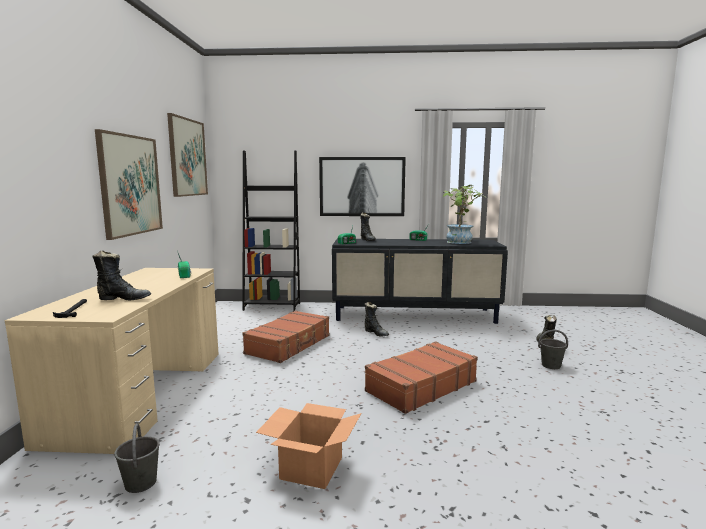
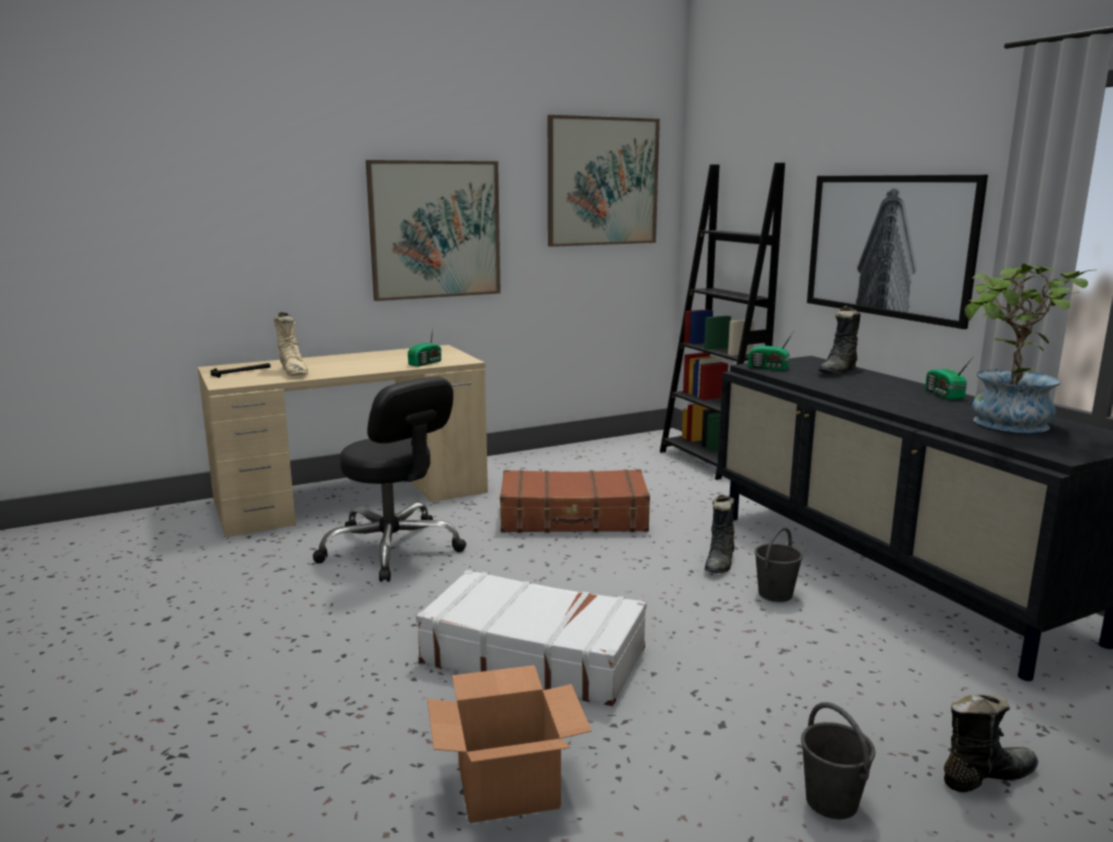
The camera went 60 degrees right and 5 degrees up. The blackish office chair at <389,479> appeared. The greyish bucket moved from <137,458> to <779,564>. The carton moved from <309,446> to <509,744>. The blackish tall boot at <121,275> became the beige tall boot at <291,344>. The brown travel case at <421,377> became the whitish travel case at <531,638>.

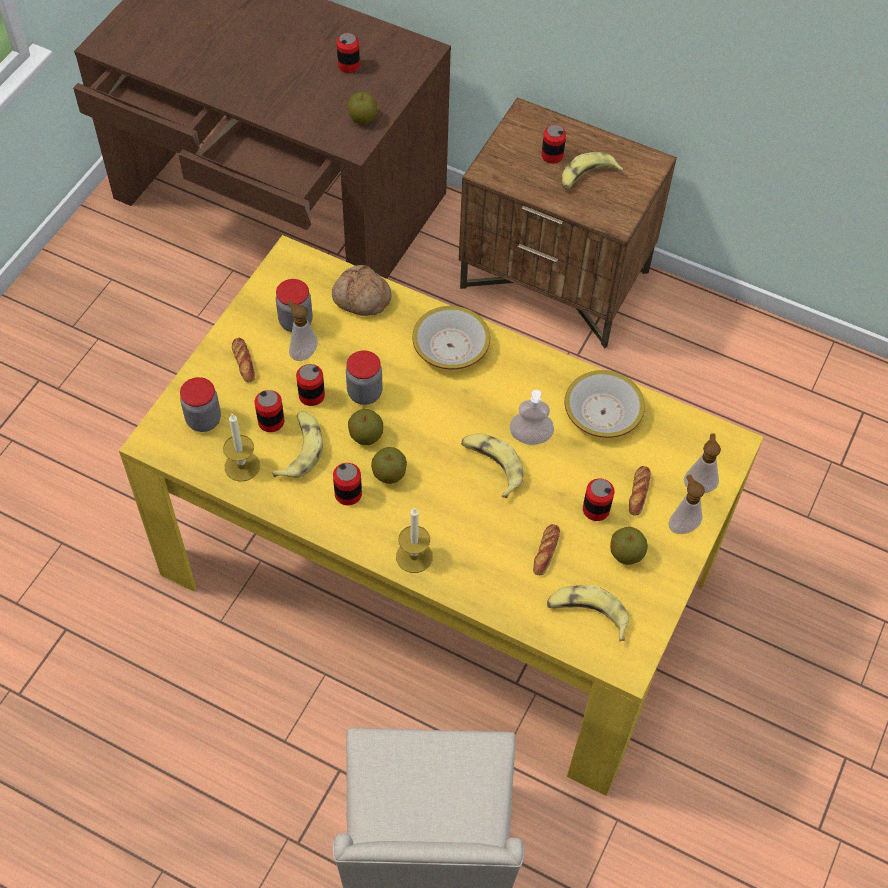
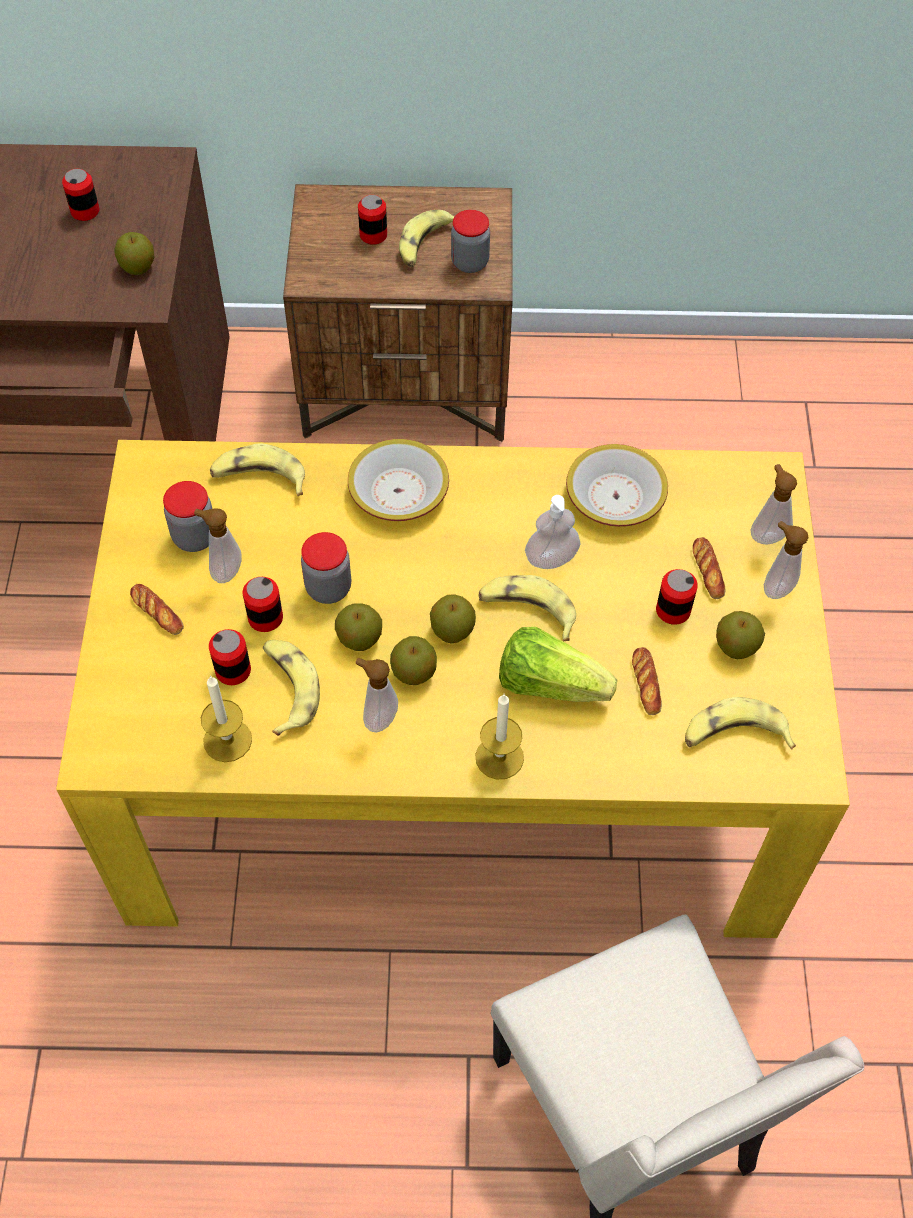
The camera went 25 degrees left and 0 degrees up. The apple fruit at <453,618> appeared. The lettuce head at <558,664> appeared. The jar moved from <200,404> to <470,241>. The bakery bread at <361,290> was replaced by the banana fruit at <257,470>. The metal can at <347,484> was replaced by the liquid soap bottle at <377,695>.

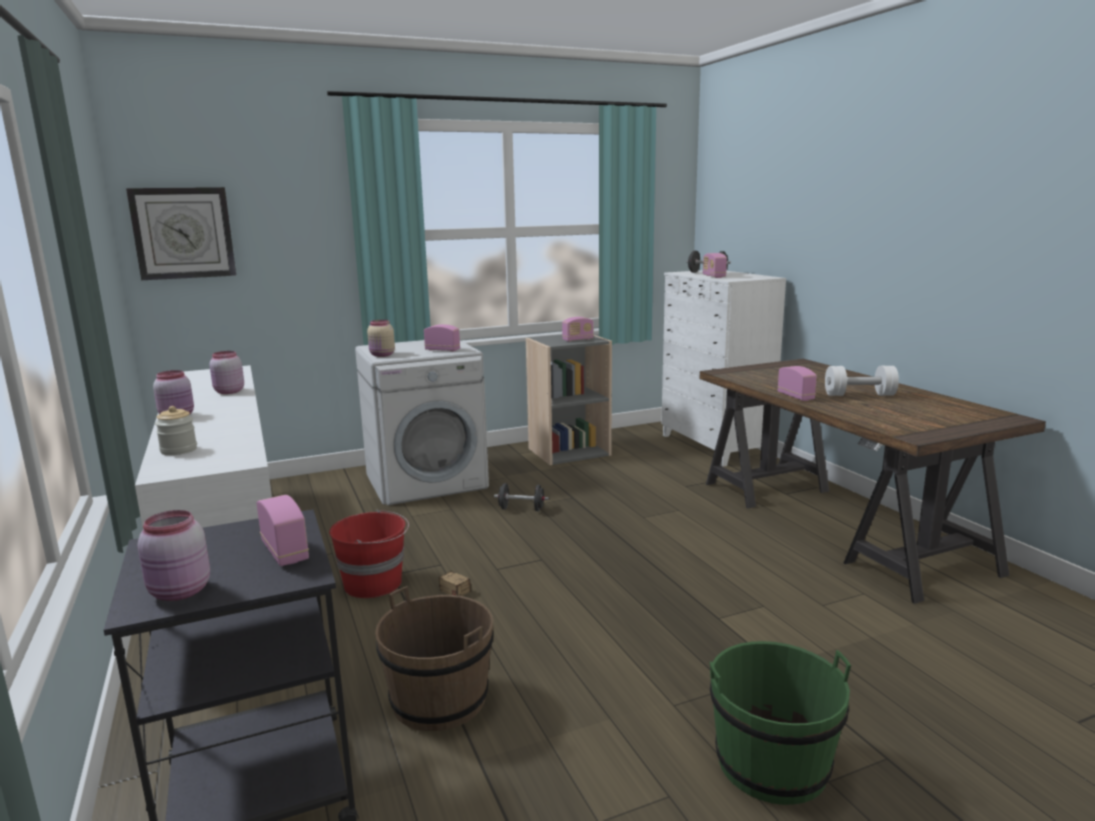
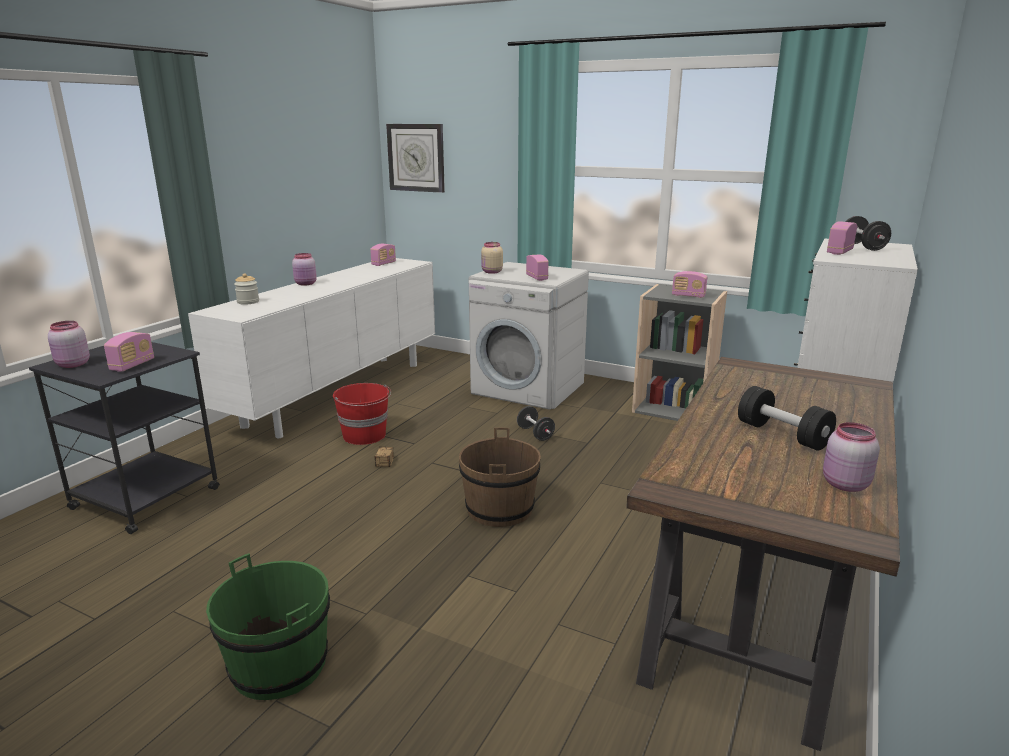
The camera went 50 degrees right and 5 degrees up. The pink jar moved from <226,372> to <851,457>. The brown bucket moved from <434,658> to <500,477>. The radio receiver moved from <797,383> to <383,255>. The whitish free weight at <862,381> became the blackish free weight at <787,418>.

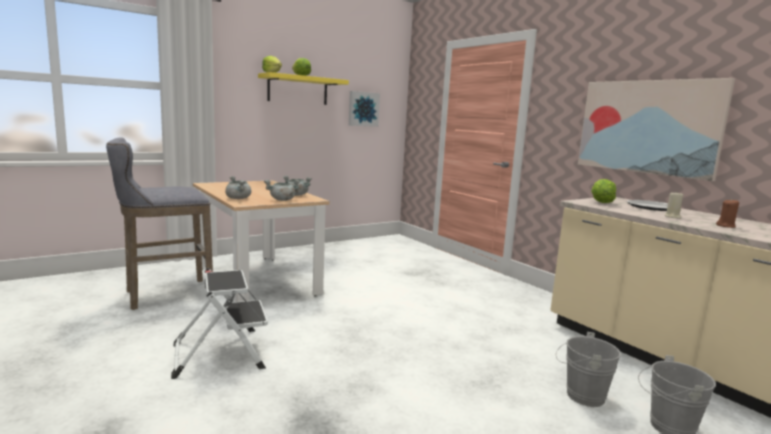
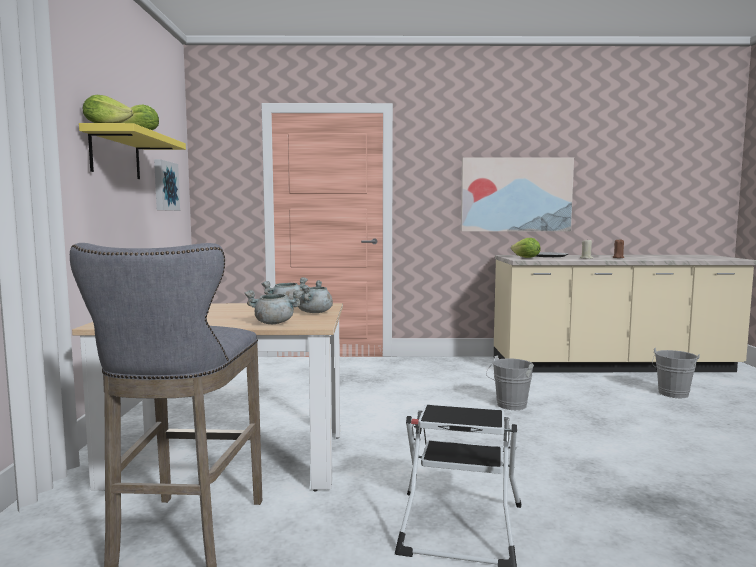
The camera went 55 degrees left and 5 degrees down. The greyish bucket moved from <588,369> to <510,383>.

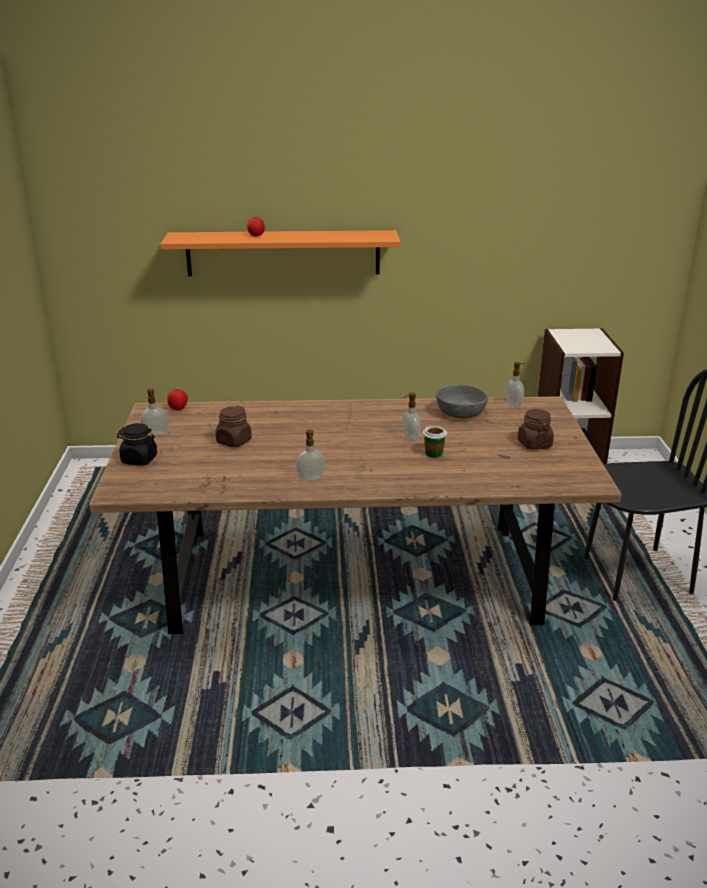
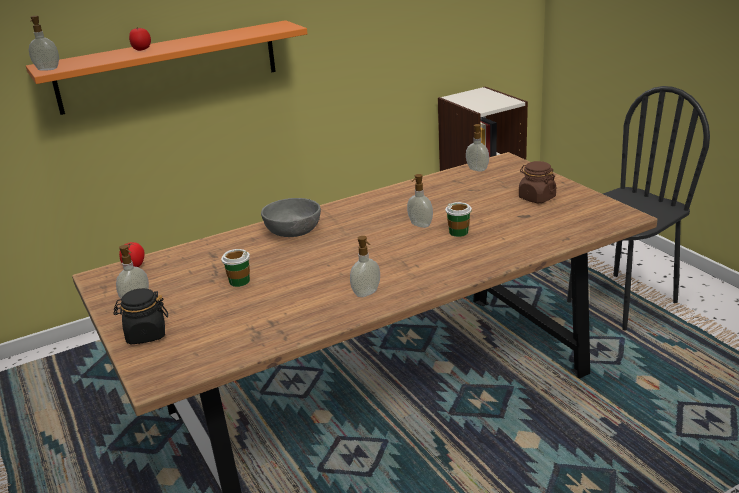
The camera went 25 degrees left and 0 degrees up. The liquid soap bottle at <44,43> appeared. The greyish bowl moved from <462,402> to <291,217>. The brown jar at <234,426> was replaced by the cup at <235,268>.

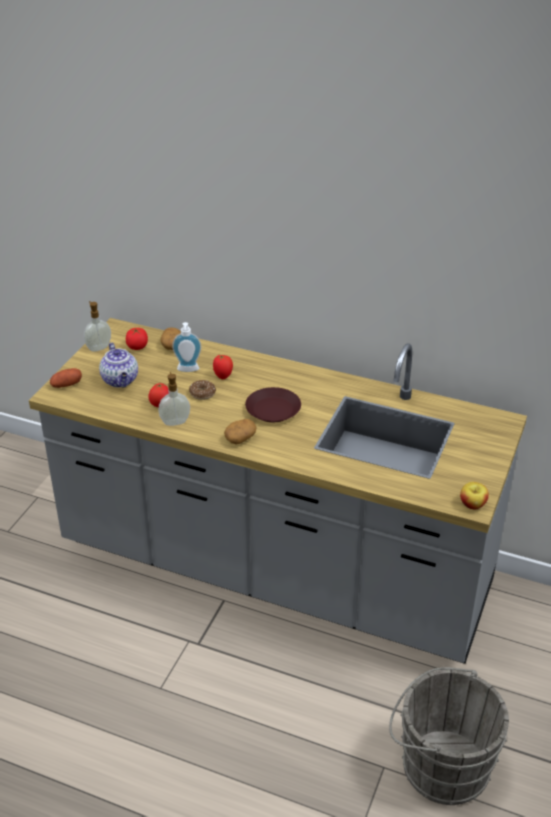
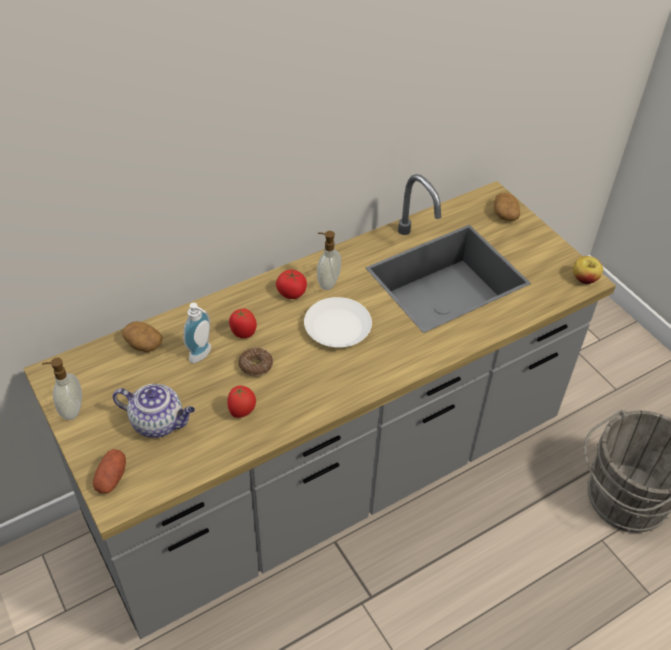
The camera went 55 degrees left and 10 degrees up. The whole tomato moved from <137,339> to <291,284>. The liquid soap bottle moved from <174,399> to <329,260>. The spud moved from <240,431> to <507,207>. The brown dinner plate at <273,404> became the whitish dinner plate at <338,322>.

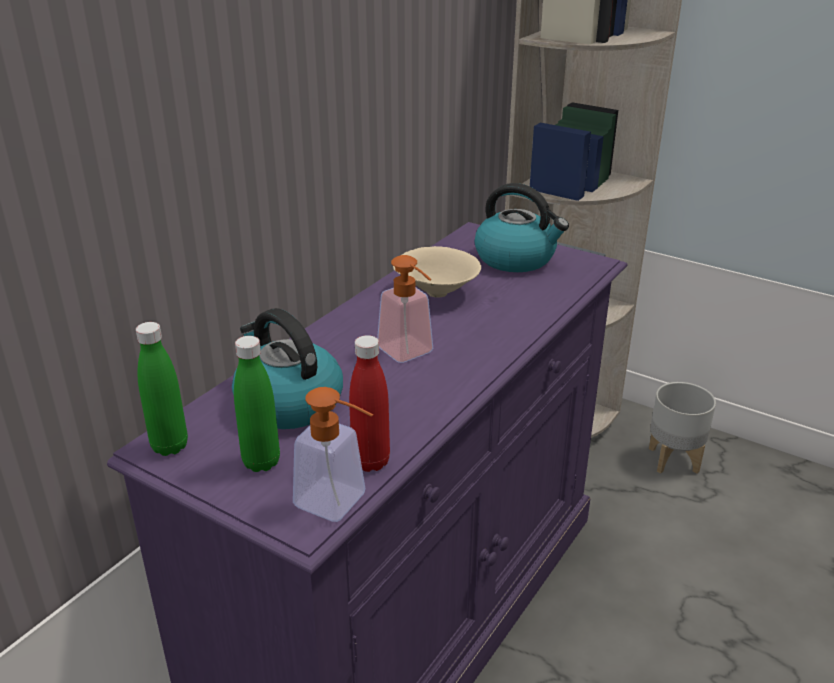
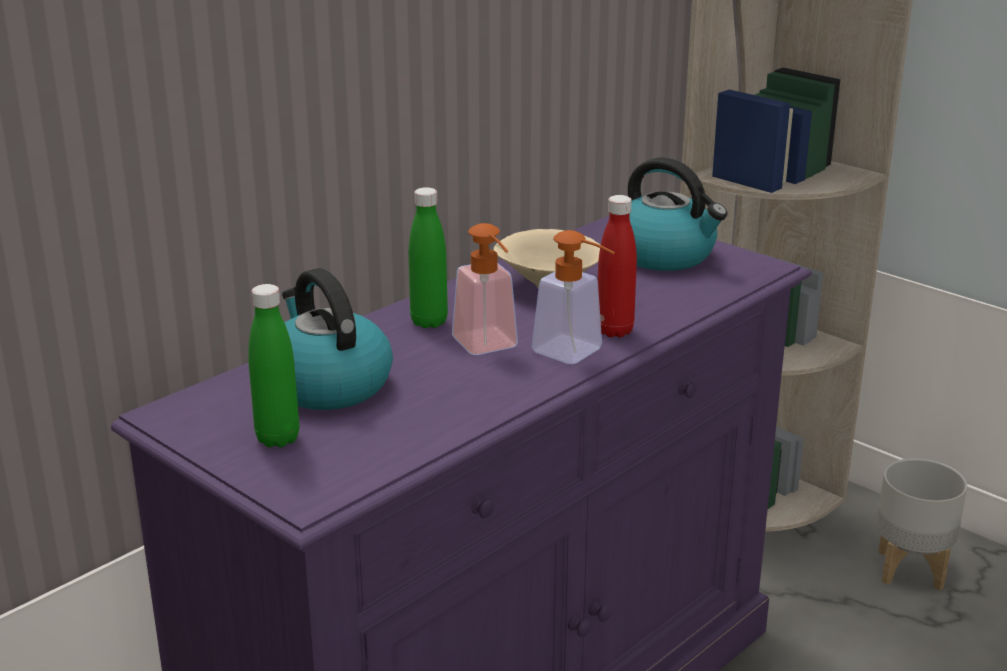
The camera went 10 degrees right and 5 degrees down. The green-coloured bottle moved from <162,389> to <428,257>. The liquid soap bottle moved from <333,454> to <573,297>. The reddish bottle moved from <369,403> to <617,266>.

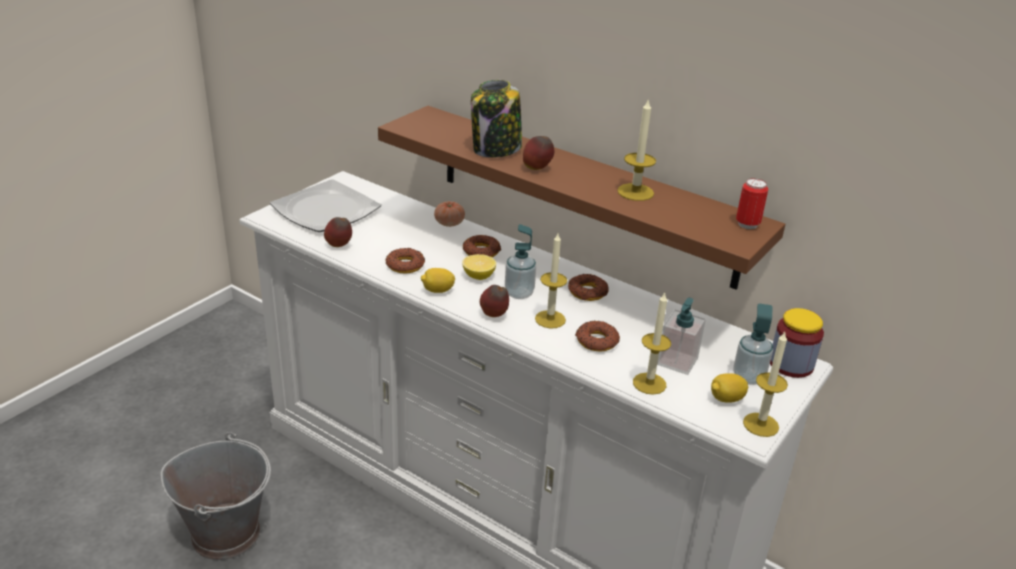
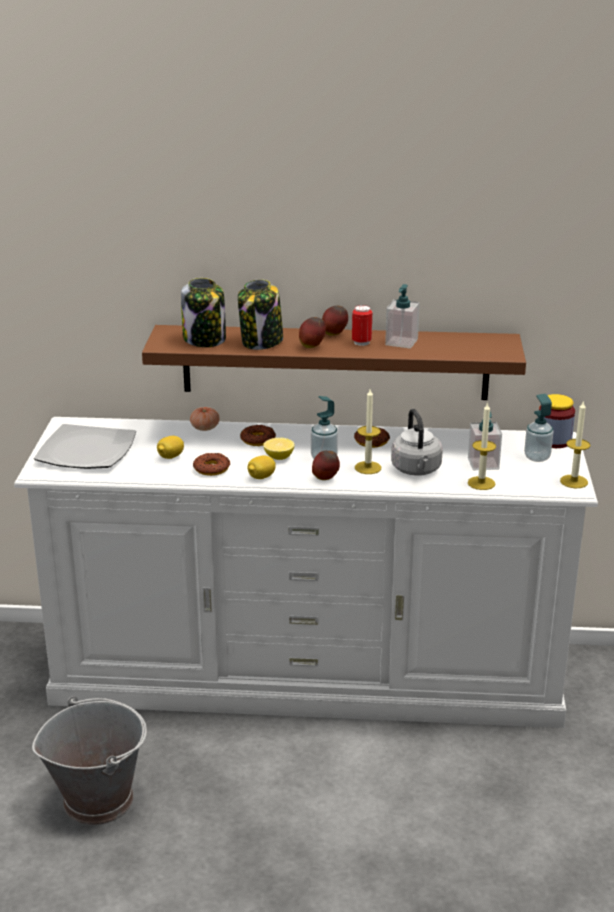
The camera went 30 degrees left and 5 degrees down. The jar at <203,312> appeared. The apple fruit moved from <338,232> to <335,321>. The citrus fruit moved from <729,388> to <170,447>. The metal can moved from <752,203> to <362,325>. The doughnut at <597,336> was replaced by the greyish tea kettle at <417,442>. The candle at <636,149> was replaced by the liquid soap bottle at <402,316>.

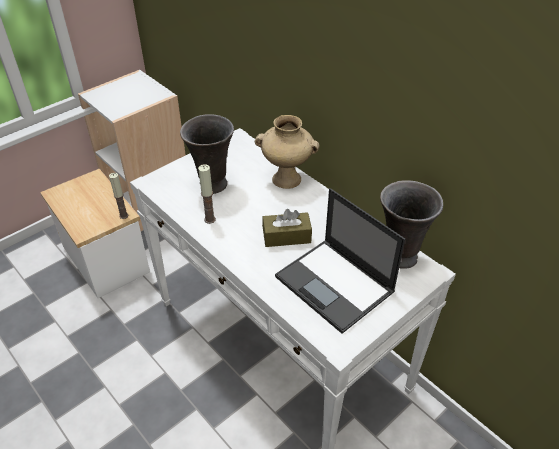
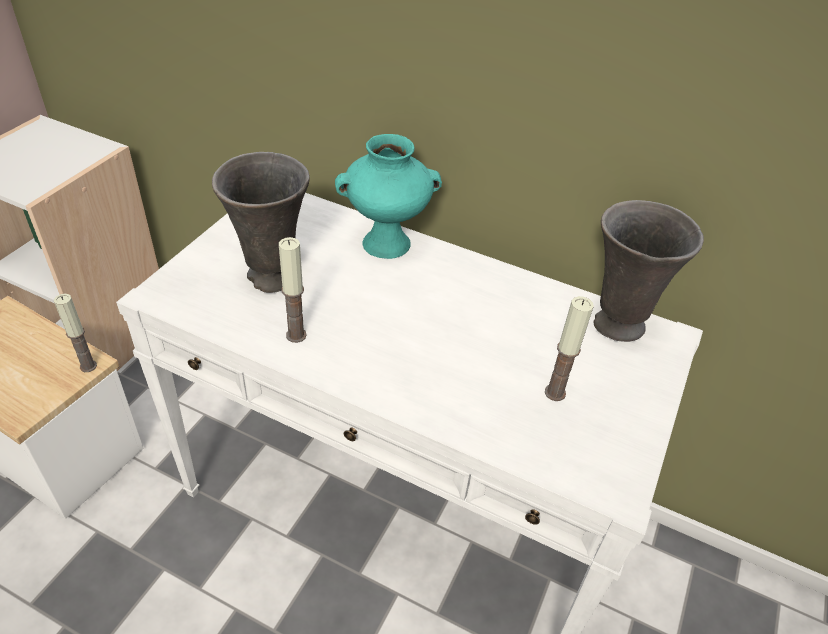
The camera went 25 degrees left and 0 degrees up. The brown box of tissues at <287,228> disappeared. The portable computer at <340,261> was replaced by the candle at <569,348>. The beige flower vase at <287,152> became the turquoise-coloured flower vase at <388,196>.

